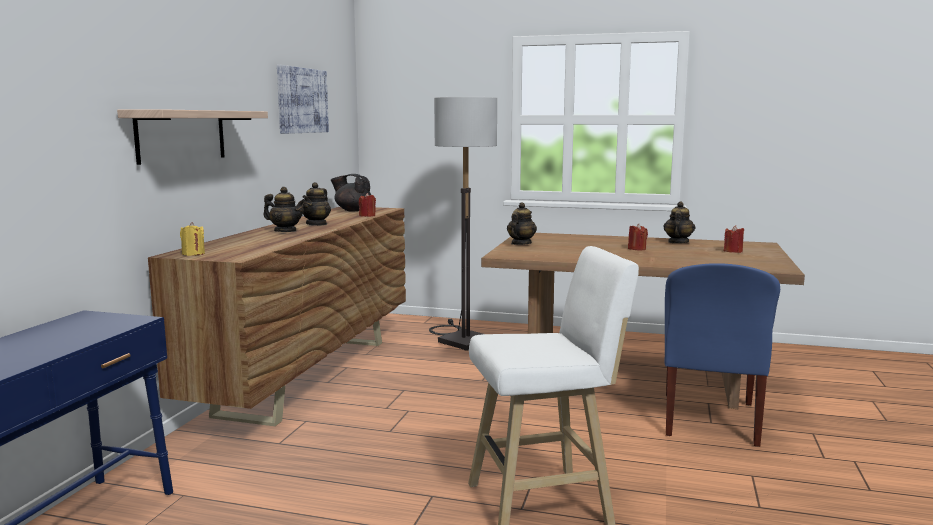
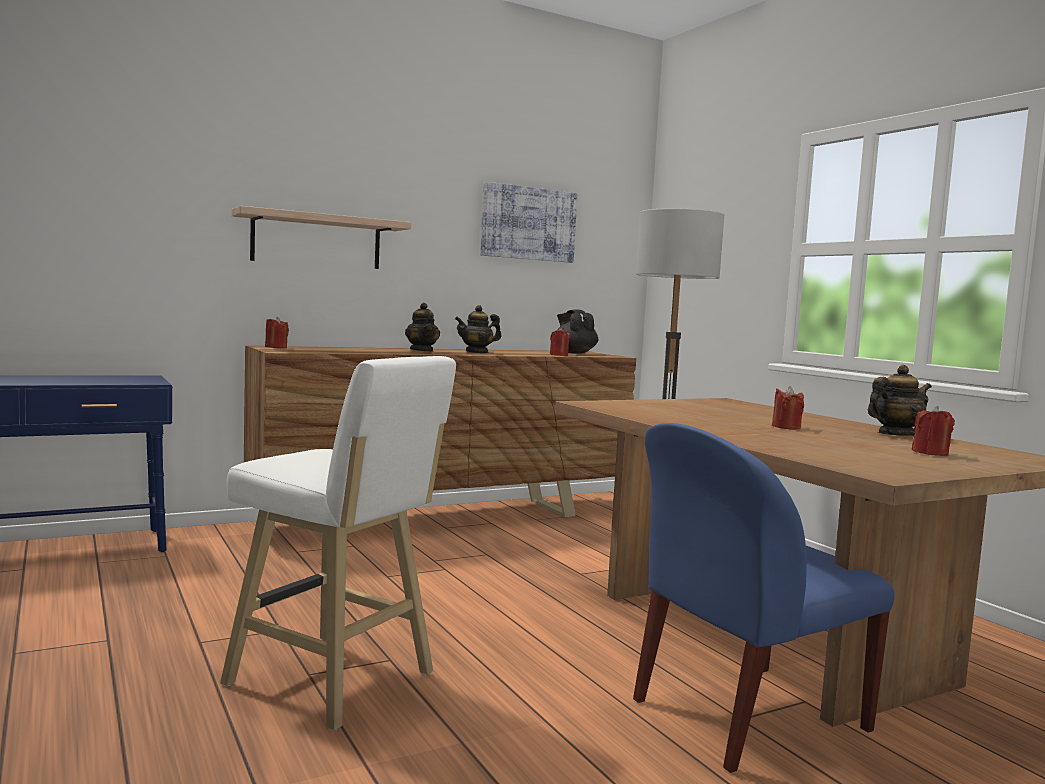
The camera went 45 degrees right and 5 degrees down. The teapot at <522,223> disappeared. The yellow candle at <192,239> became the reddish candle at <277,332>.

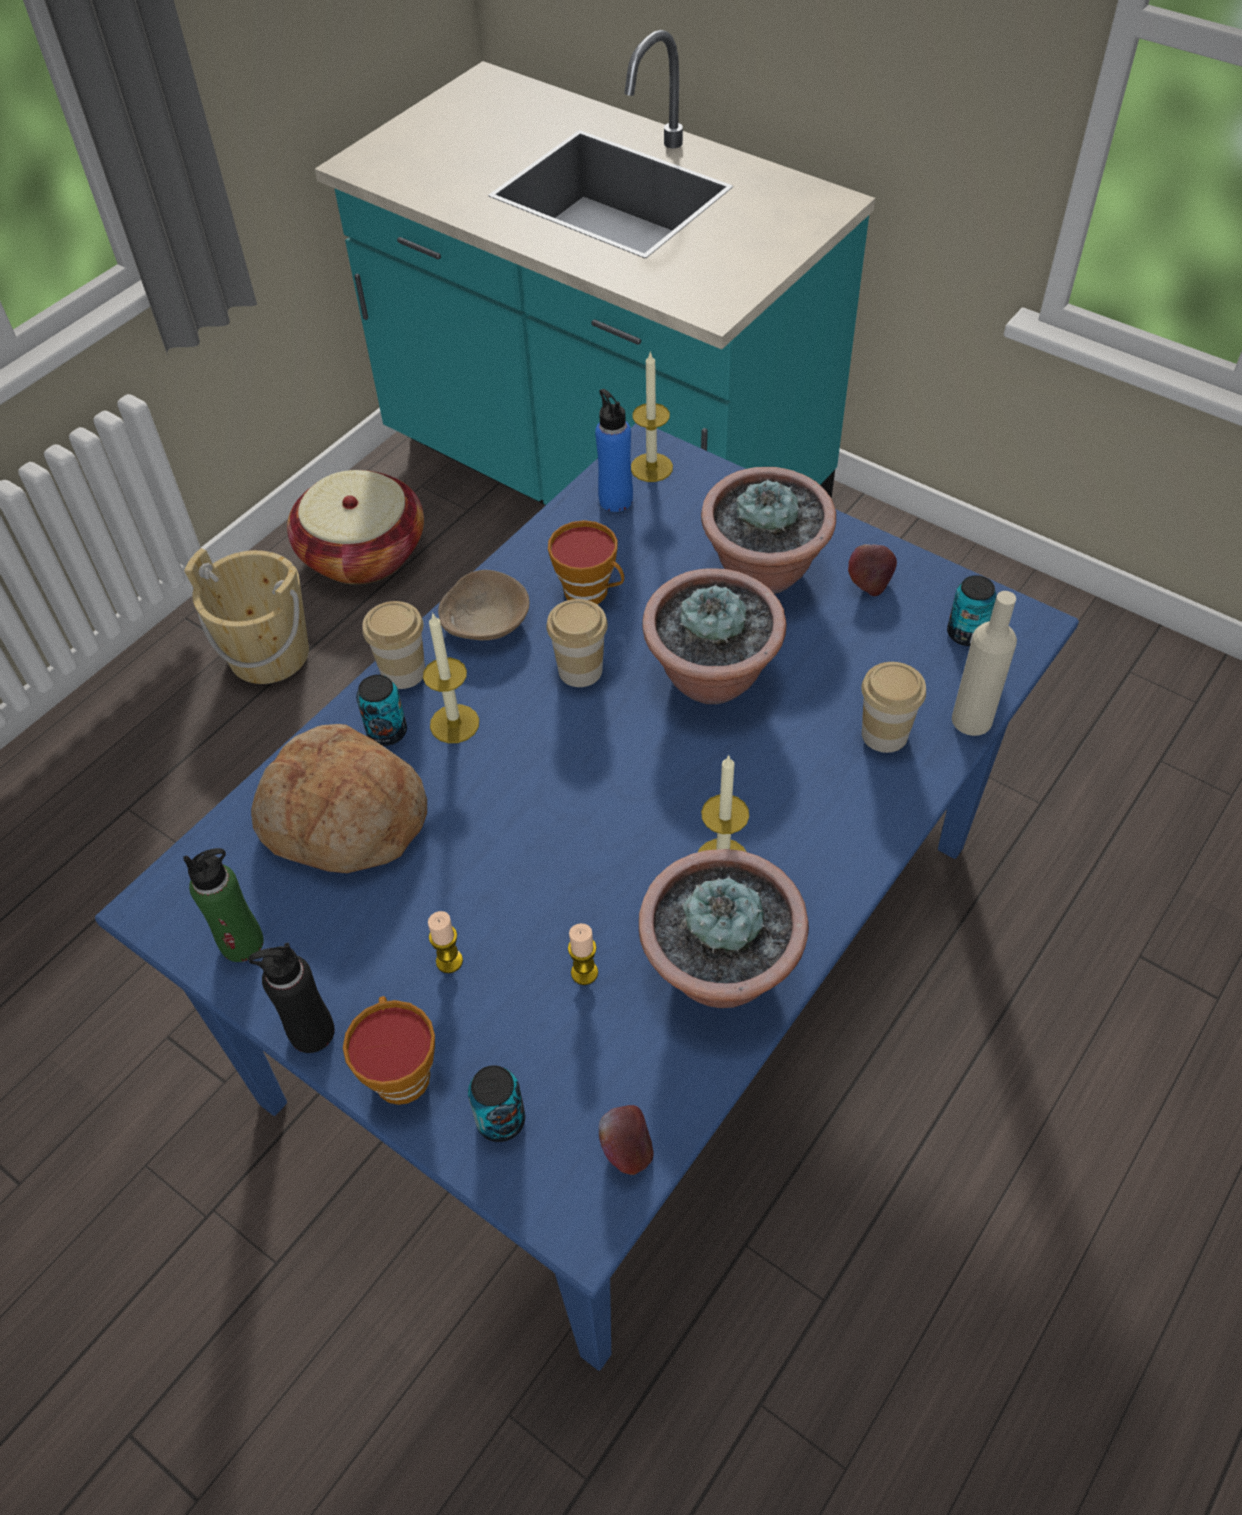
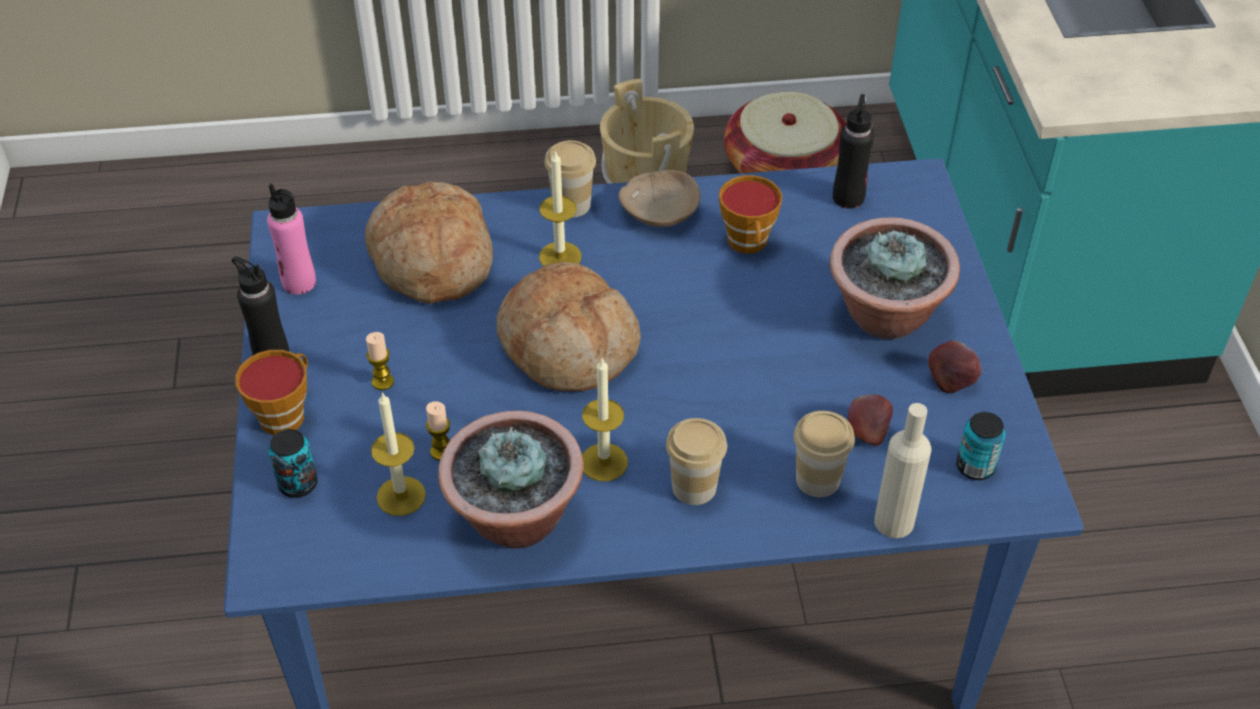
The camera went 45 degrees right and 5 degrees down. The metal can at <381,710> disappeared. The potted plant at <714,636> disappeared. The bakery bread at <568,326> appeared. The cup moved from <577,643> to <696,461>. The apple fruit moved from <626,1140> to <870,420>. The candle moved from <652,416> to <398,454>. The green-coloured bottle at <223,905> became the pink bottle at <291,239>. The bluish bottle at <614,450> became the blackish bottle at <853,151>.

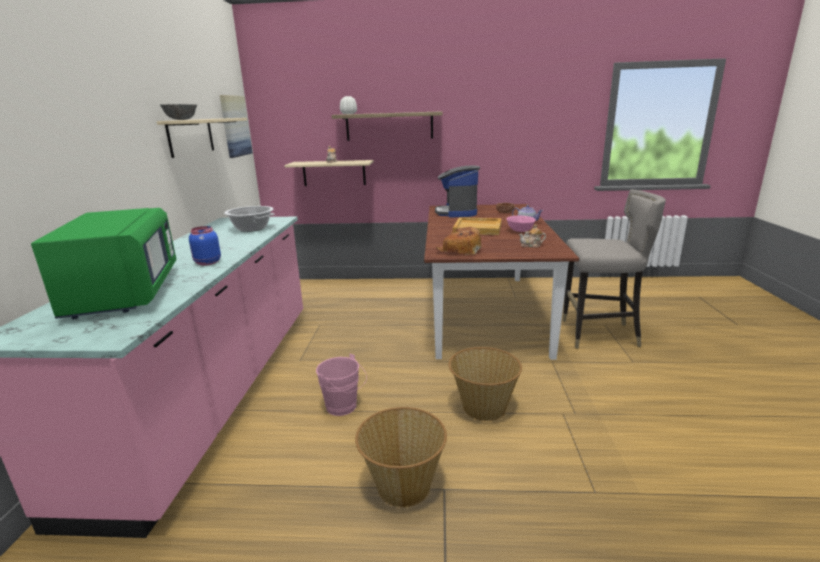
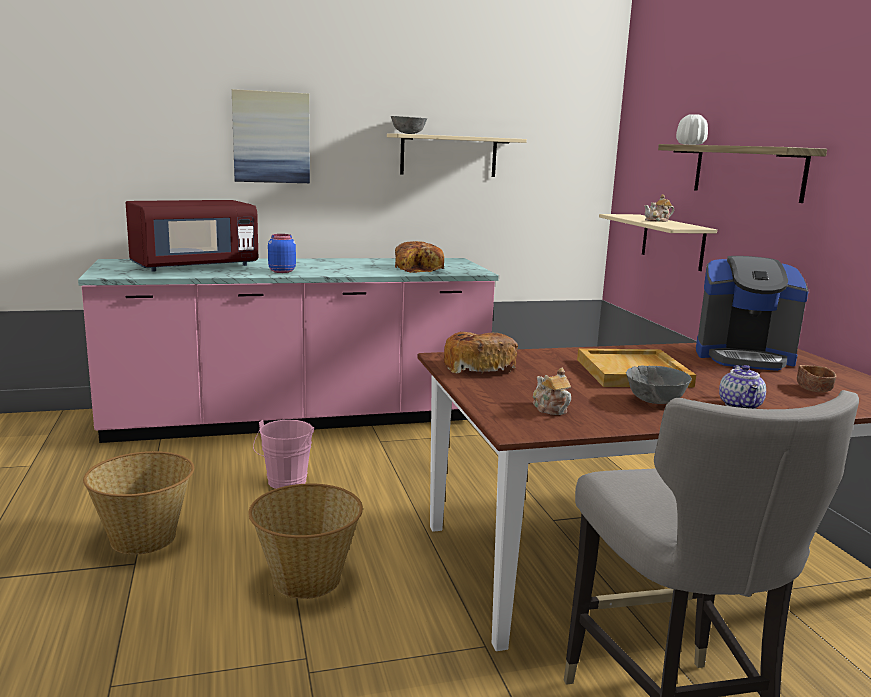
The camera went 70 degrees right and 5 degrees down. The wall art moved from <236,126> to <271,136>. The saucepot at <249,219> was replaced by the bakery bread at <419,257>. The green-coloured microwave at <104,263> became the reddish microwave at <192,236>. The pink bowl at <521,224> became the greyish bowl at <659,385>. The coffee maker at <457,191> turned 150 degrees counterclockwise.

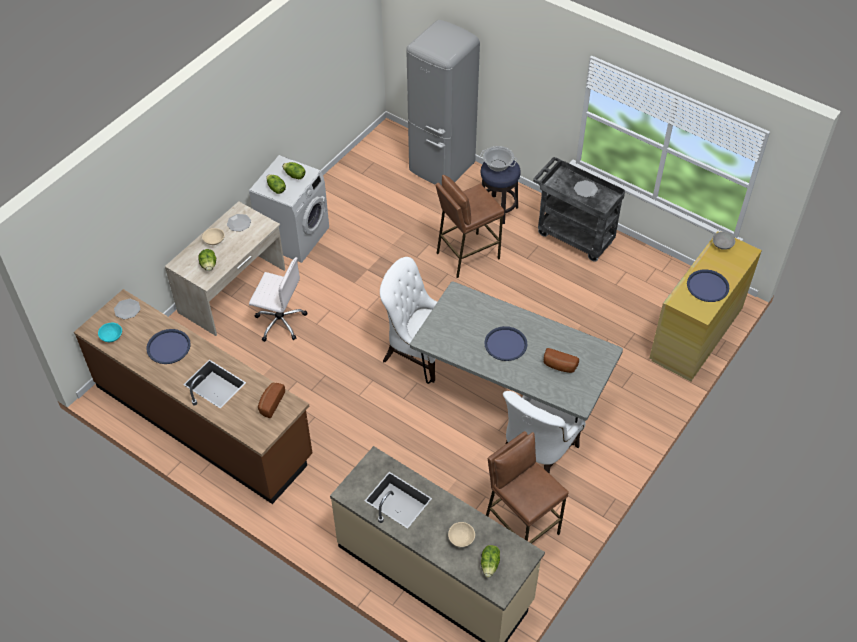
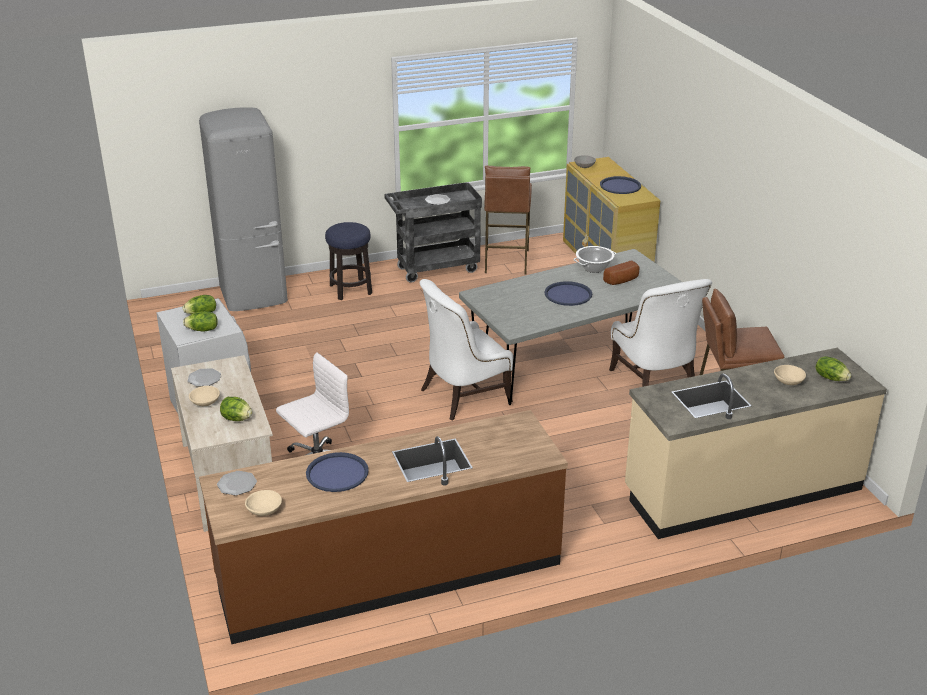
The camera went 55 degrees left and 20 degrees down. The bakery bread at <271,400> disappeared. The brown stool moved from <470,226> to <508,220>. The saucepot moved from <498,159> to <594,259>. The turquoise-coloured bowl at <110,332> became the beige bowl at <263,503>.

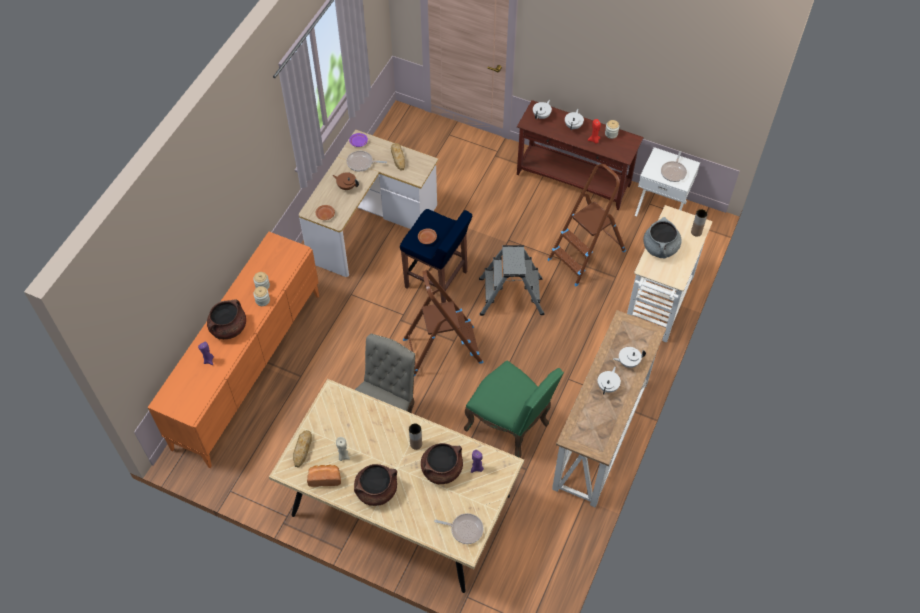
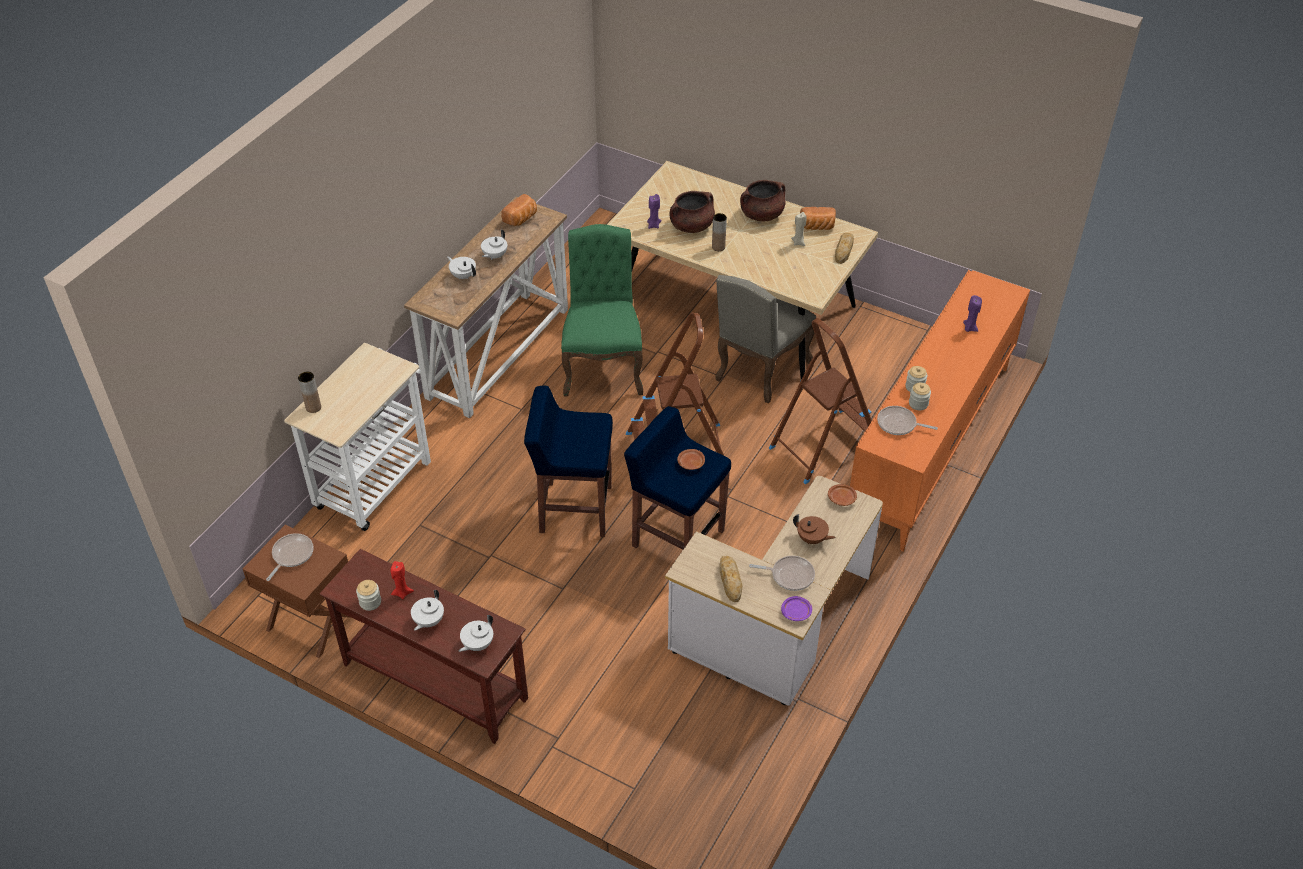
The camera went 175 degrees left and 10 degrees down. The brown saucepot at <226,319> disappeared. The greyish saucepot at <662,237> disappeared. The bakery bread at <519,210> appeared. The frying pan moved from <459,528> to <907,420>. The brown stepladder moved from <587,225> to <820,401>. The greyish stepladder at <512,280> was replaced by the bluish stool at <568,461>. The whitish night table at <667,182> became the brown night table at <297,591>. The green-coloured plain chair at <514,409> turned 45 degrees clockwise. The whitish teapot at <629,357> turned 135 degrees counterclockwise.

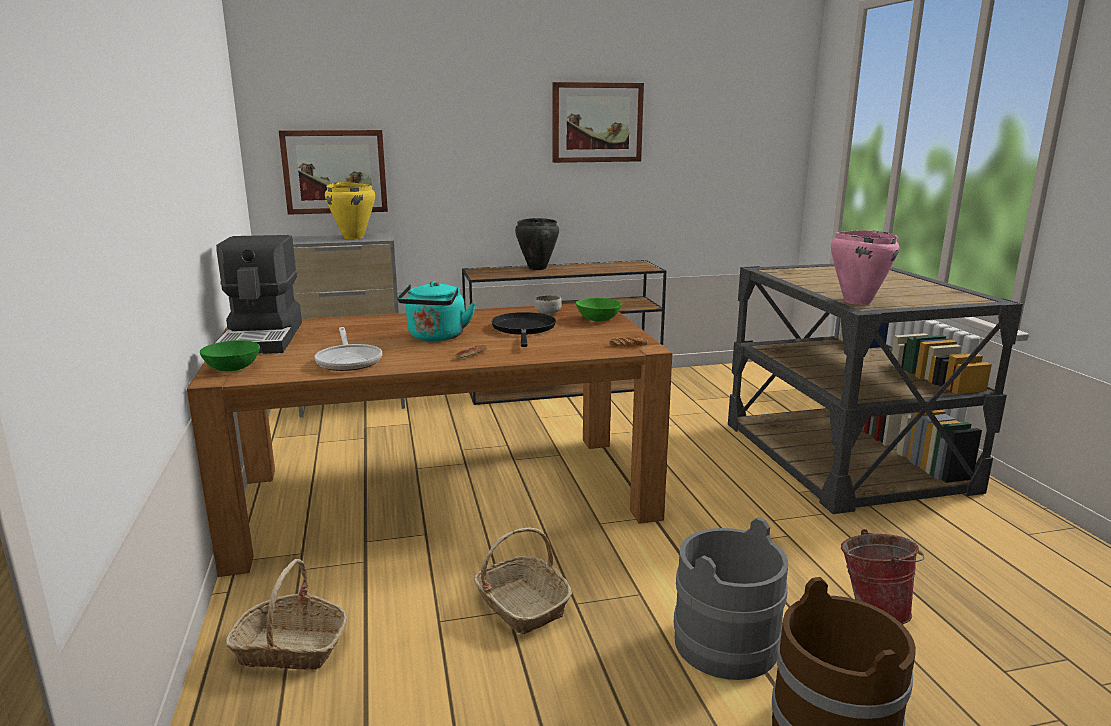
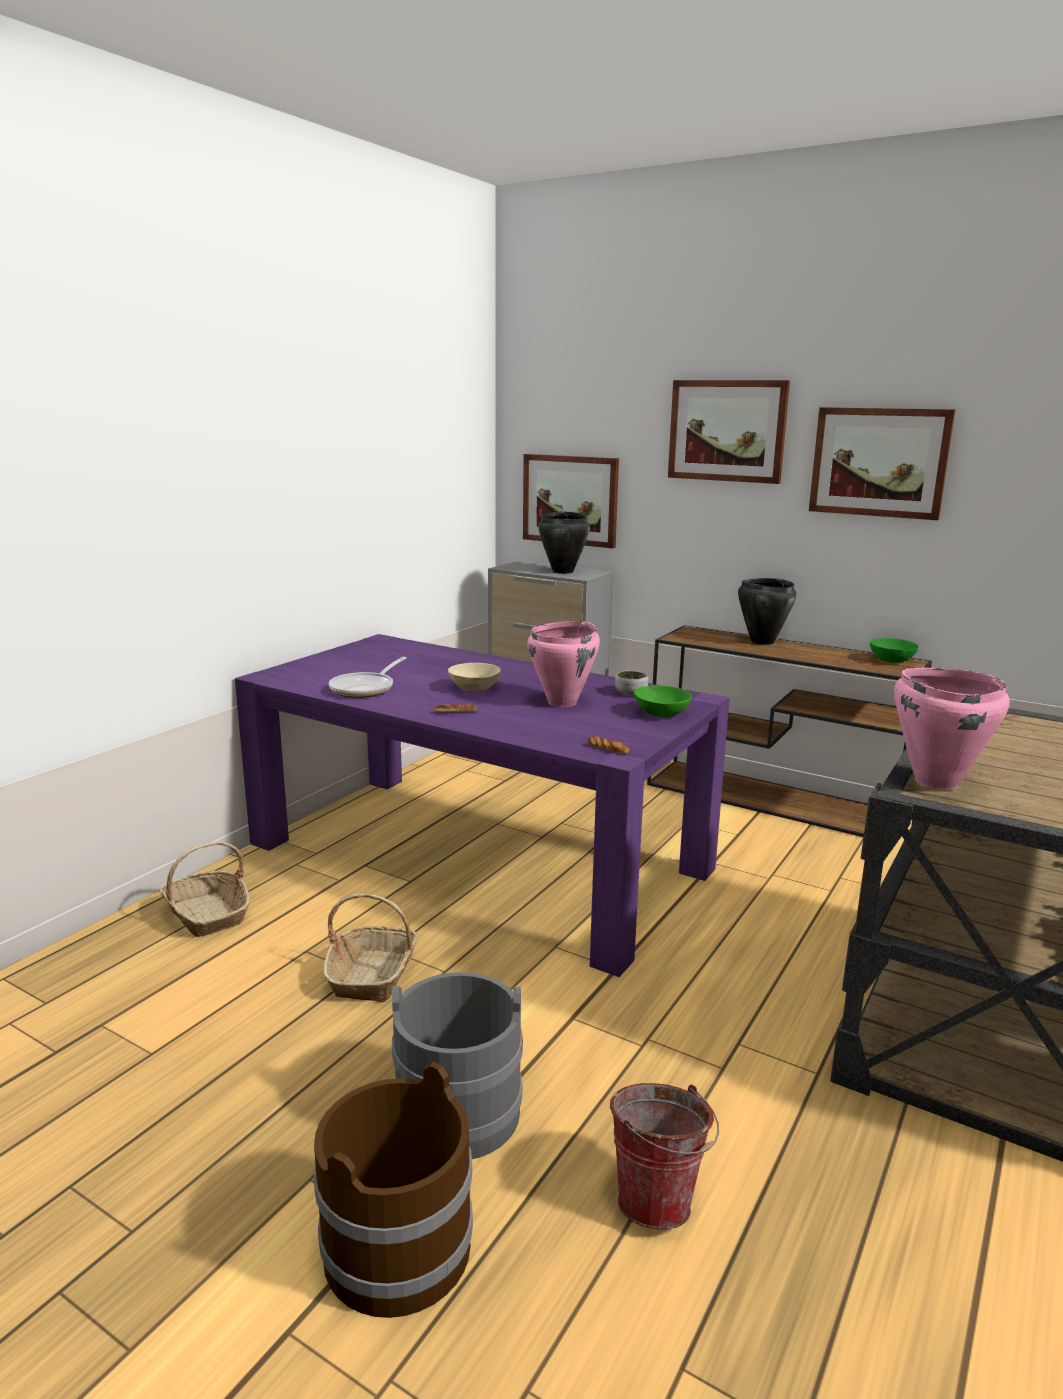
The camera went 45 degrees right and 0 degrees up. The coffee maker at <258,294> disappeared. The wall art at <729,432> appeared. The green-coloured bowl moved from <230,355> to <894,650>. The turquoise-coloured tea kettle at <436,311> was replaced by the beige bowl at <474,677>. The blackish frying pan at <523,329> was replaced by the pink saucepot at <563,664>. The brown dinner table at <429,440> became the purple-coloured dinner table at <482,805>. The yellow saucepot at <350,210> became the blackish saucepot at <564,542>.

